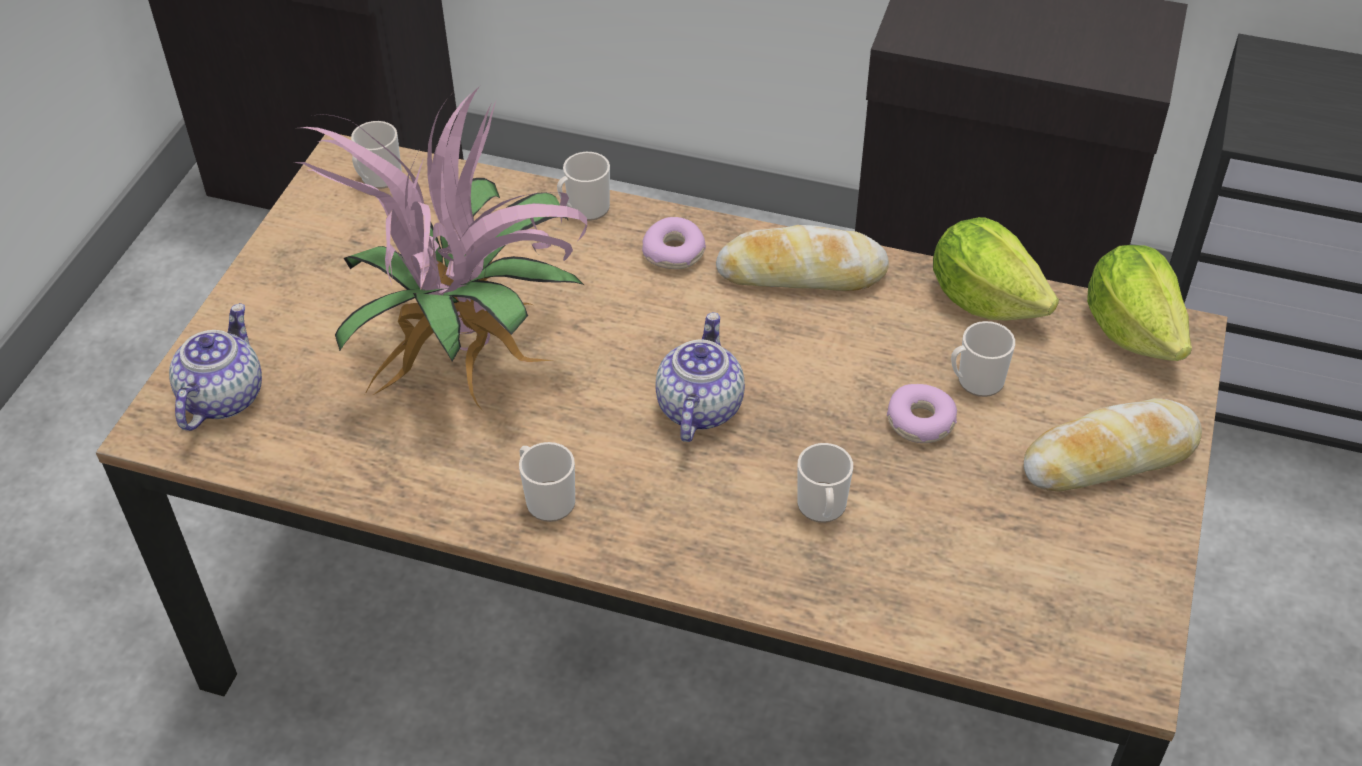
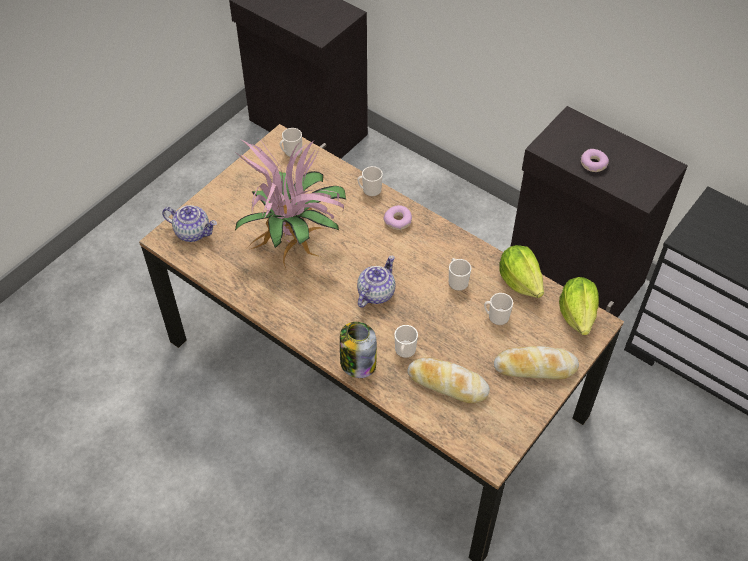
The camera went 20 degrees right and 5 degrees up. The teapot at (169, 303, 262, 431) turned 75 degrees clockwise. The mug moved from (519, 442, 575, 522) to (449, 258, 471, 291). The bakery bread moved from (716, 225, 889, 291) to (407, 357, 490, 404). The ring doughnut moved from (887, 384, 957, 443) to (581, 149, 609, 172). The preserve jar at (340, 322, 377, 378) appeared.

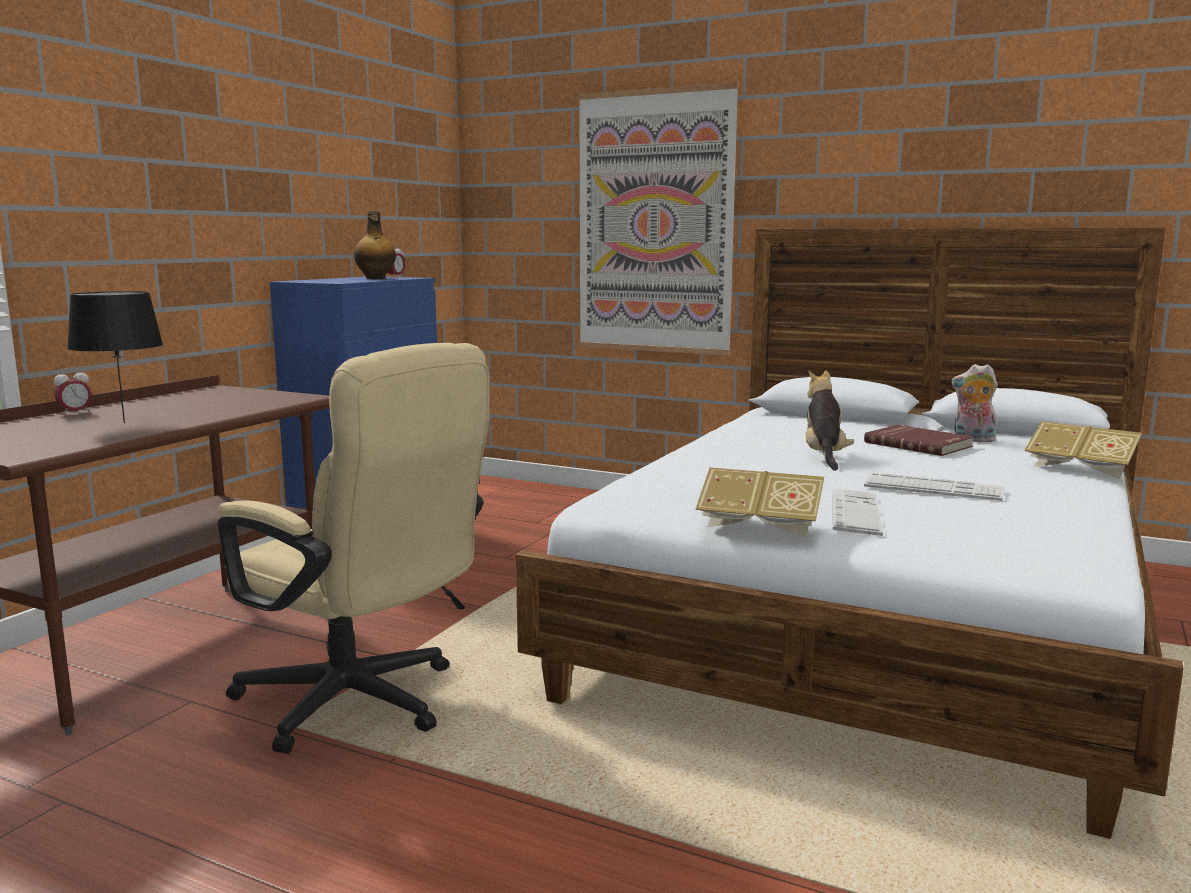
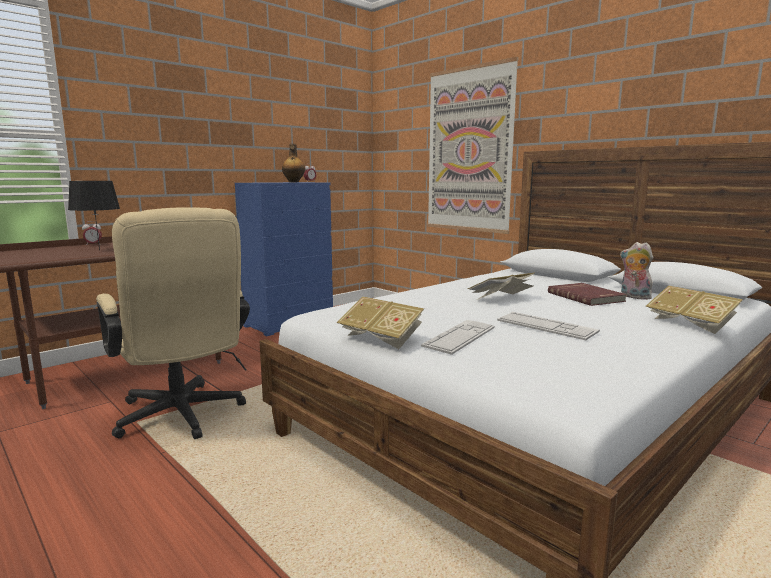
The camera went 20 degrees right and 0 degrees up. The soft toy at (805, 370, 854, 470) was replaced by the volume at (467, 273, 534, 300).

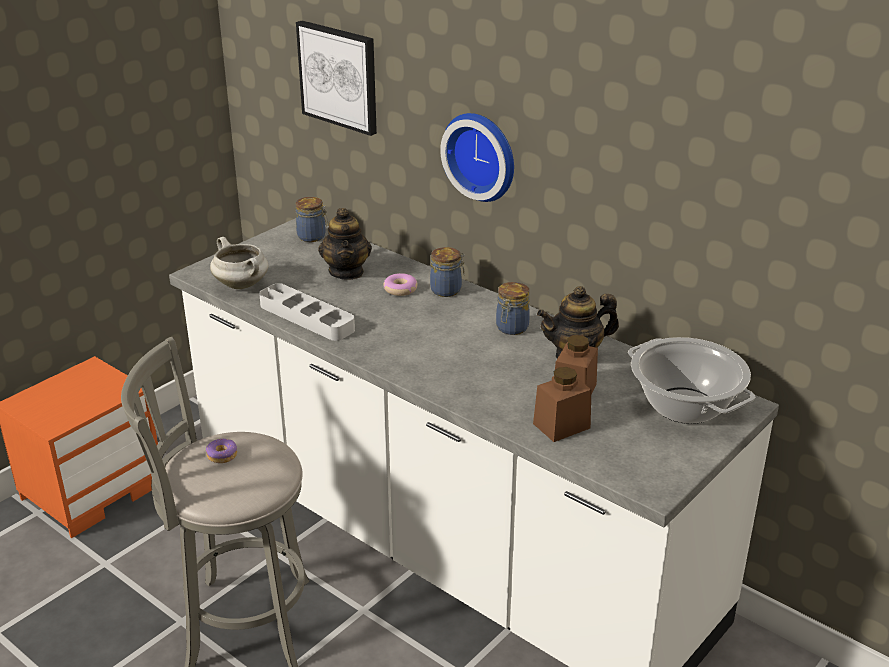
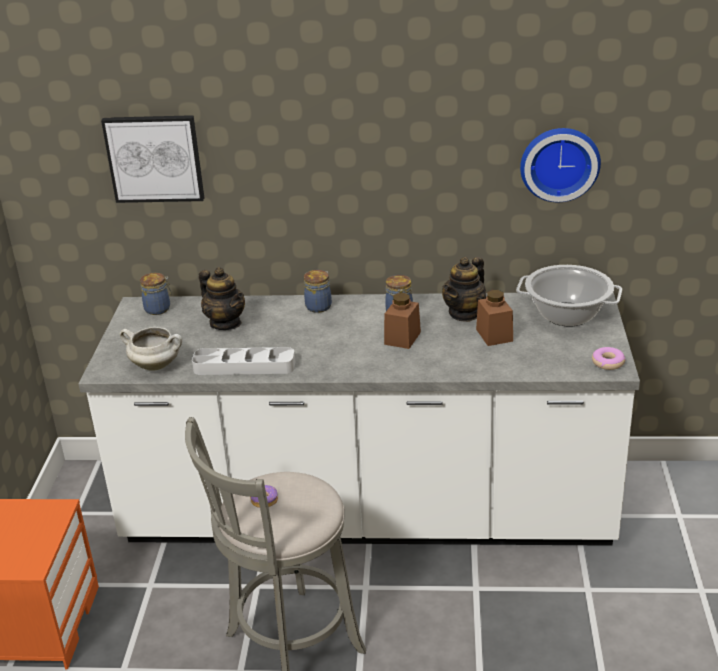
The camera went 35 degrees left and 0 degrees up. The ring doughnut moved from (383, 273, 418, 296) to (592, 347, 626, 370). The clock on the wall moved from (440, 113, 514, 202) to (520, 128, 601, 202). The brown-coloured preserve jar moved from (533, 367, 591, 442) to (384, 293, 421, 349).

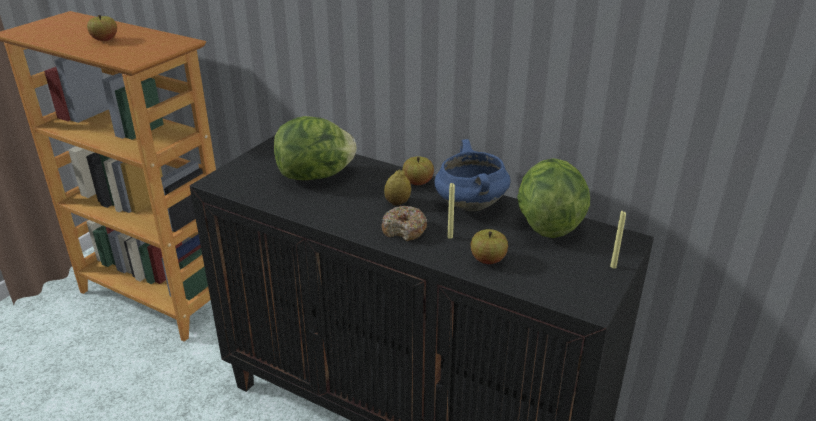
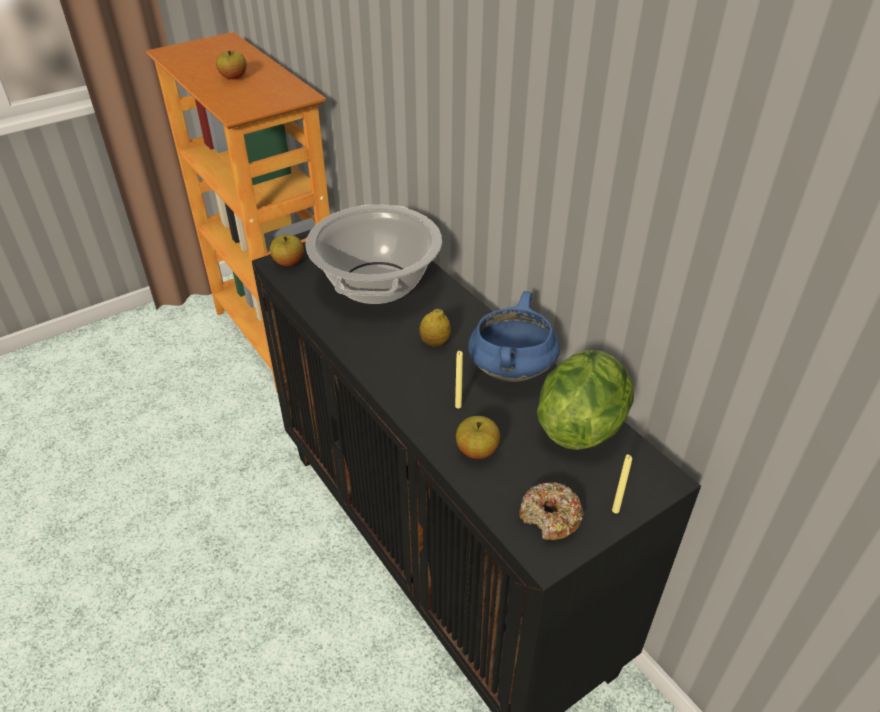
The camera went 25 degrees right and 10 degrees up. The lettuce head at (274, 116, 357, 180) was replaced by the cooking pot at (305, 205, 442, 305). The ring doughnut moved from (382, 206, 428, 241) to (519, 482, 584, 540). The apple fruit moved from (403, 156, 434, 185) to (270, 235, 304, 266).

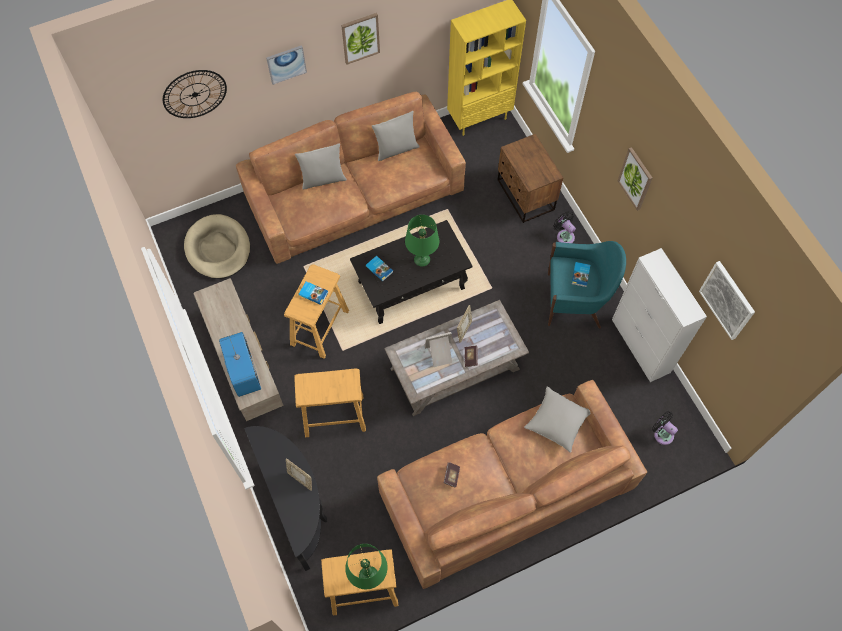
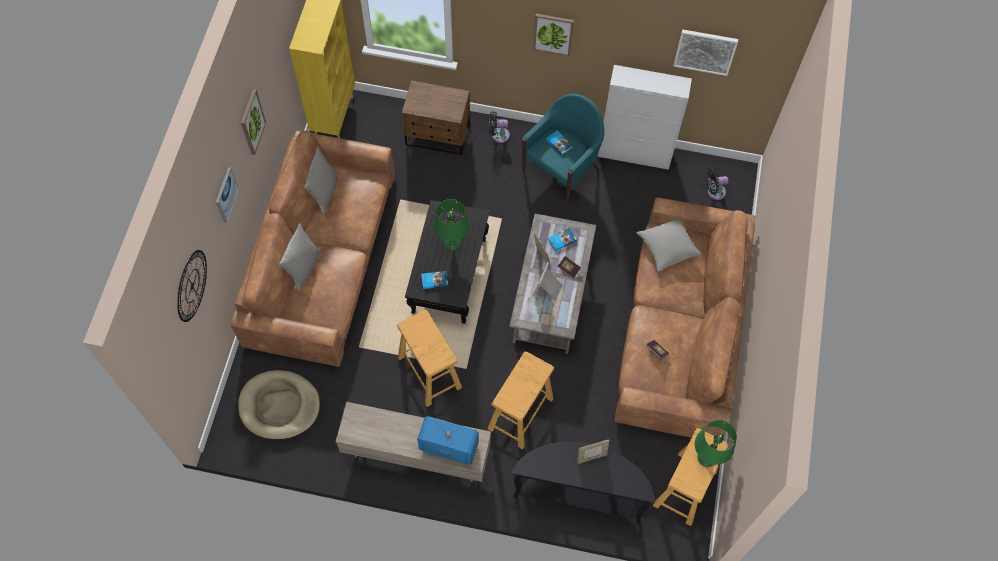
The camera went 55 degrees left and 0 degrees up. The volume moved from (299, 281, 329, 305) to (548, 228, 577, 251).

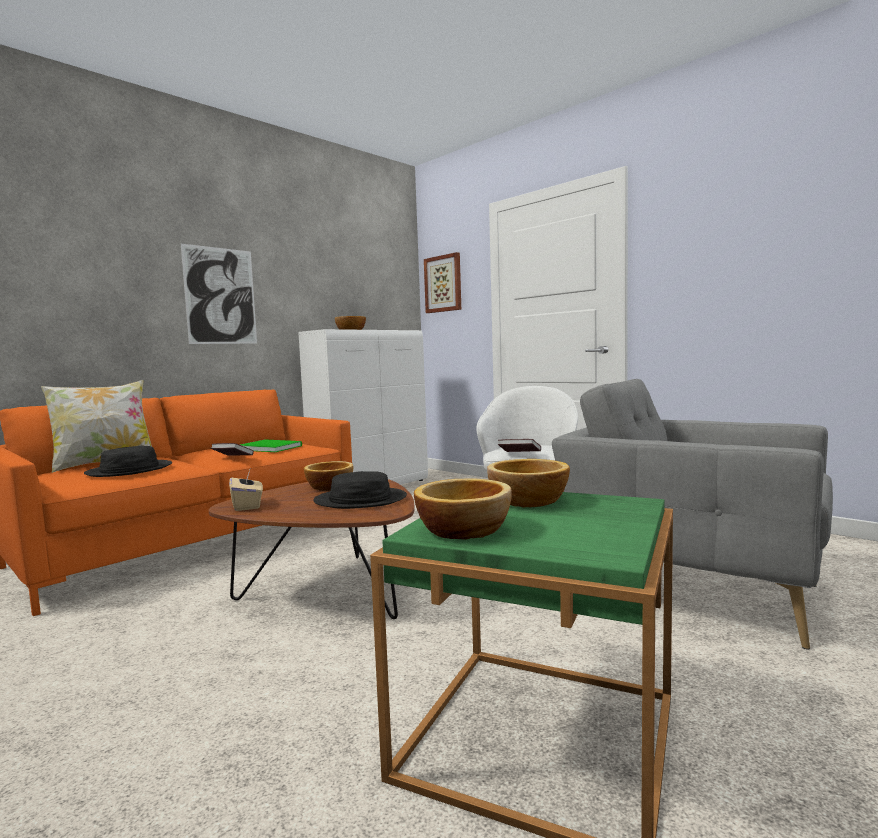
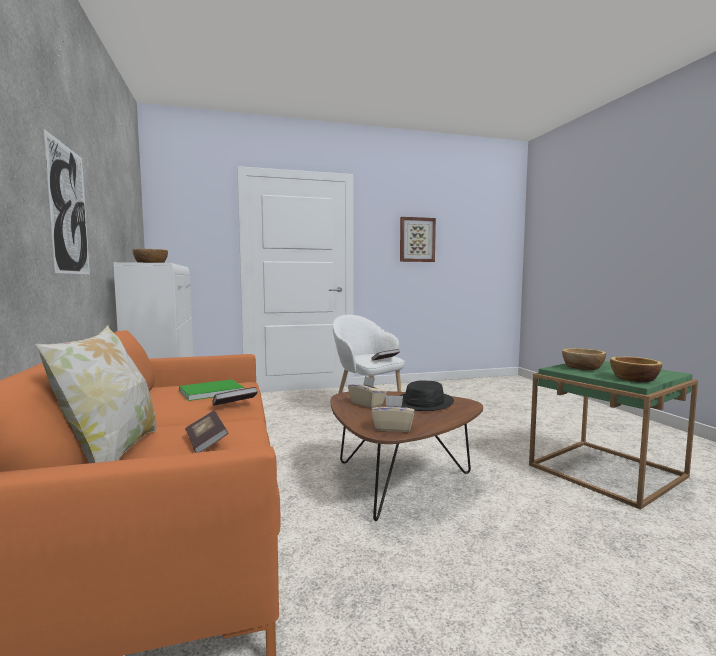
The camera went 60 degrees left and 0 degrees up. The black hat at (84, 446, 172, 477) was replaced by the volume at (185, 410, 228, 453). The deep dish at (304, 461, 353, 491) was replaced by the sand-coloured box of tissues at (348, 376, 387, 408). The picture moved from (424, 252, 461, 313) to (400, 217, 436, 262). The gray armchair at (552, 379, 833, 649) disappeared.

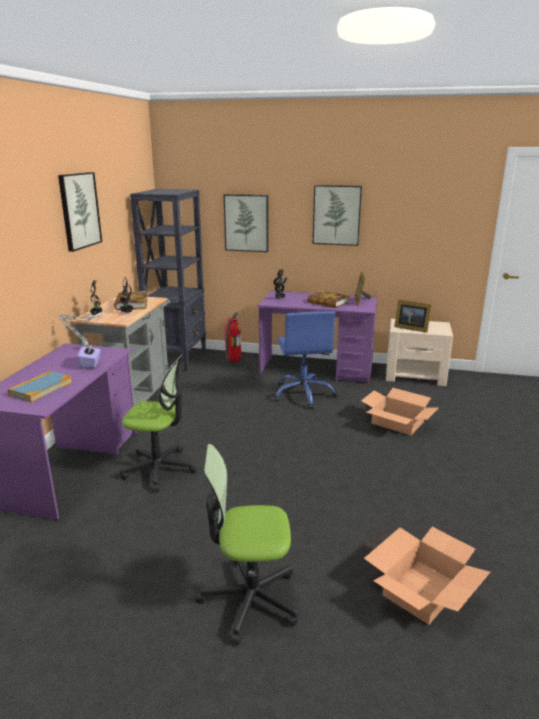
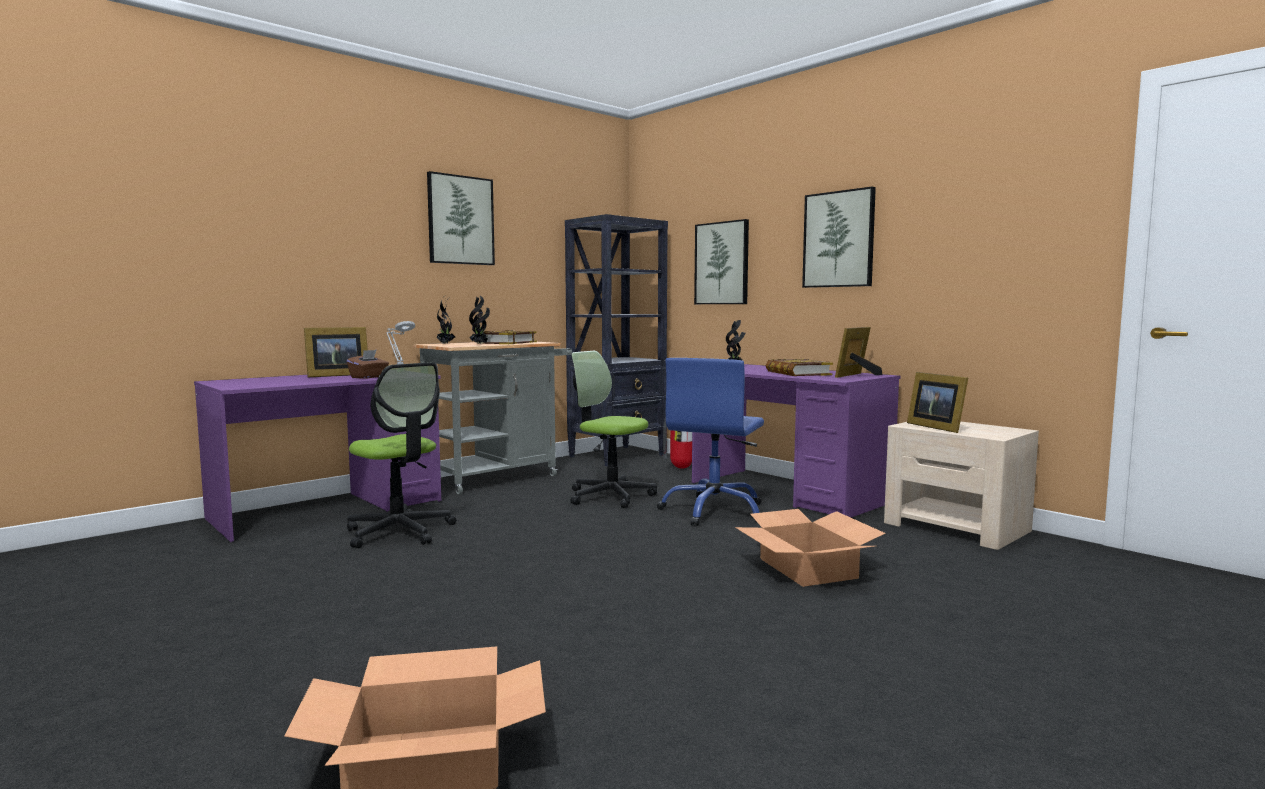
The camera went 35 degrees right and 15 degrees down. The volume at (8, 371, 72, 402) disappeared. The purple-coloured box of tissues at (77, 344, 100, 369) became the brown-coloured box of tissues at (347, 350, 389, 379). The computer chair moved from (196, 444, 298, 645) to (570, 351, 657, 508). The picture frame at (304, 327, 368, 377) appeared.

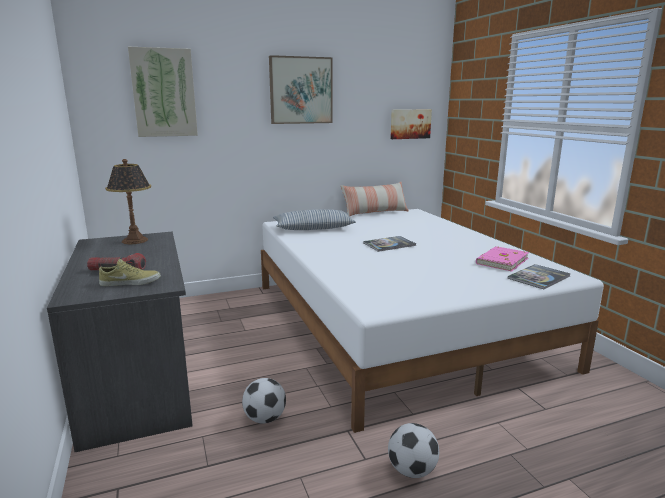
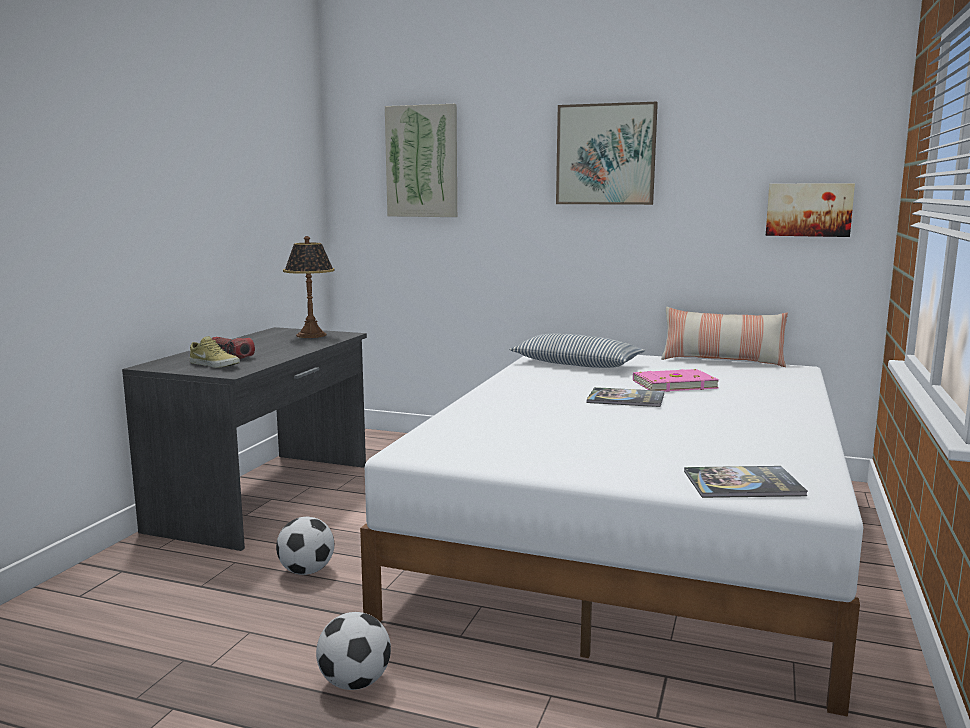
The camera went 40 degrees right and 5 degrees down. The pinkish volume moved from (476, 246, 529, 272) to (633, 369, 719, 392).

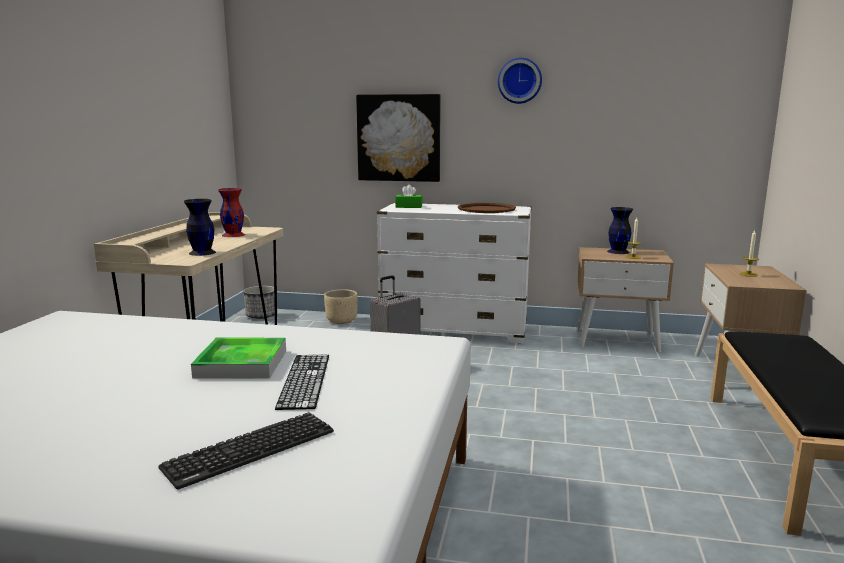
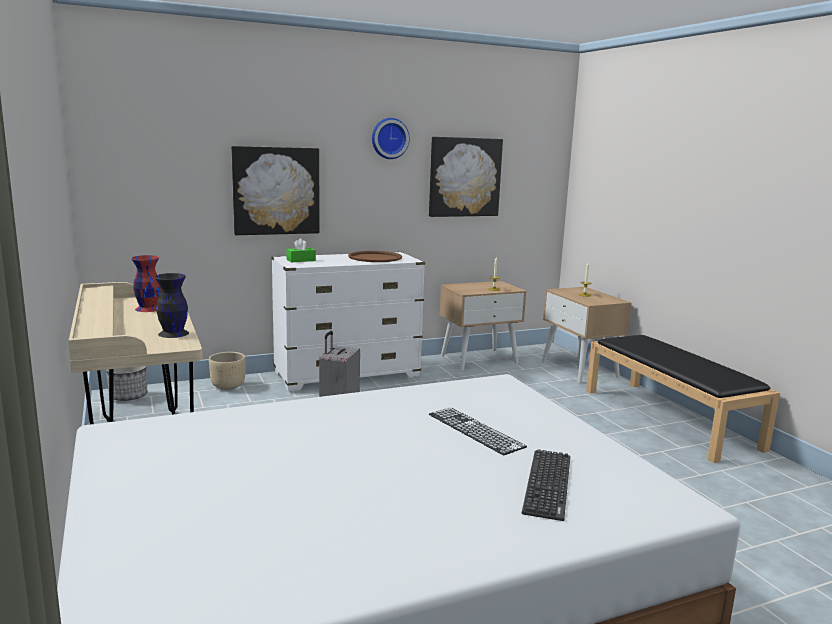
The camera went 35 degrees left and 0 degrees up. The tray at (191, 338, 286, 379) disappeared. The black vase at (607, 207, 633, 254) disappeared. The picture at (429, 137, 503, 217) appeared.

